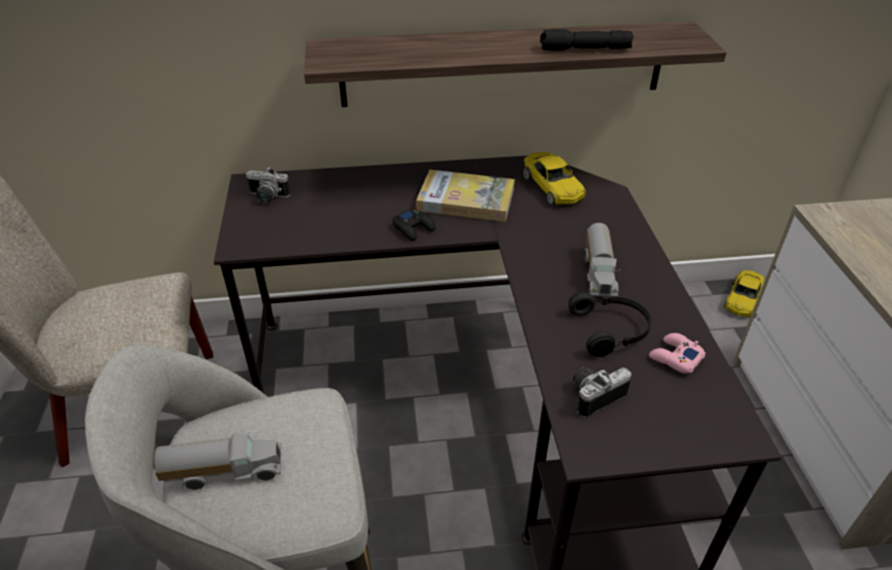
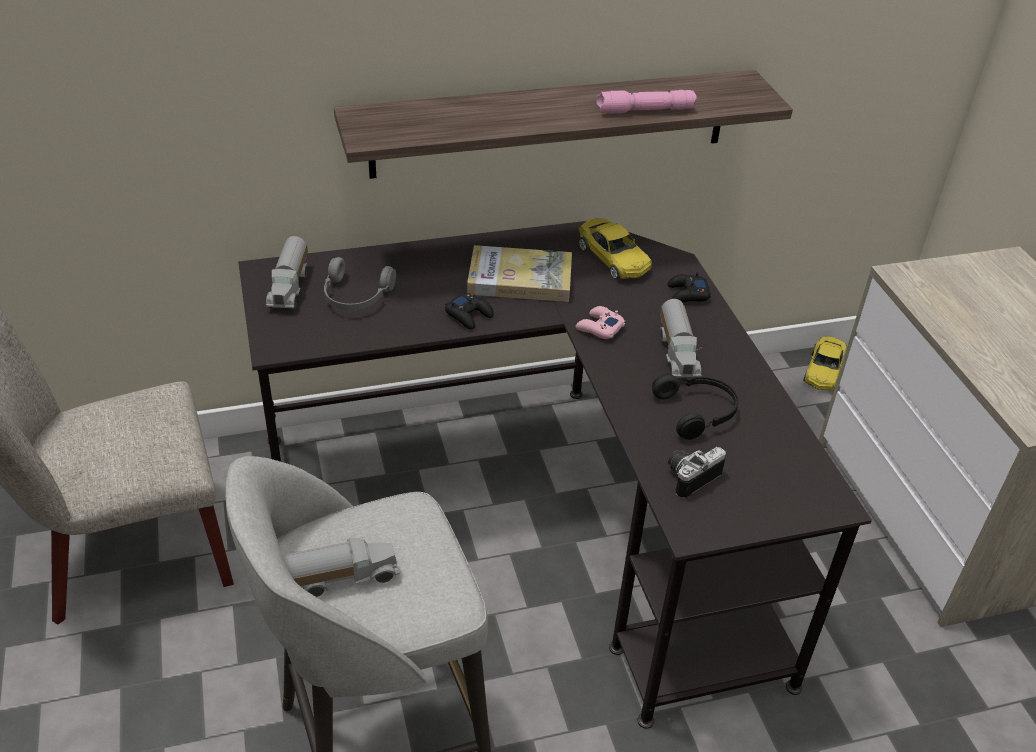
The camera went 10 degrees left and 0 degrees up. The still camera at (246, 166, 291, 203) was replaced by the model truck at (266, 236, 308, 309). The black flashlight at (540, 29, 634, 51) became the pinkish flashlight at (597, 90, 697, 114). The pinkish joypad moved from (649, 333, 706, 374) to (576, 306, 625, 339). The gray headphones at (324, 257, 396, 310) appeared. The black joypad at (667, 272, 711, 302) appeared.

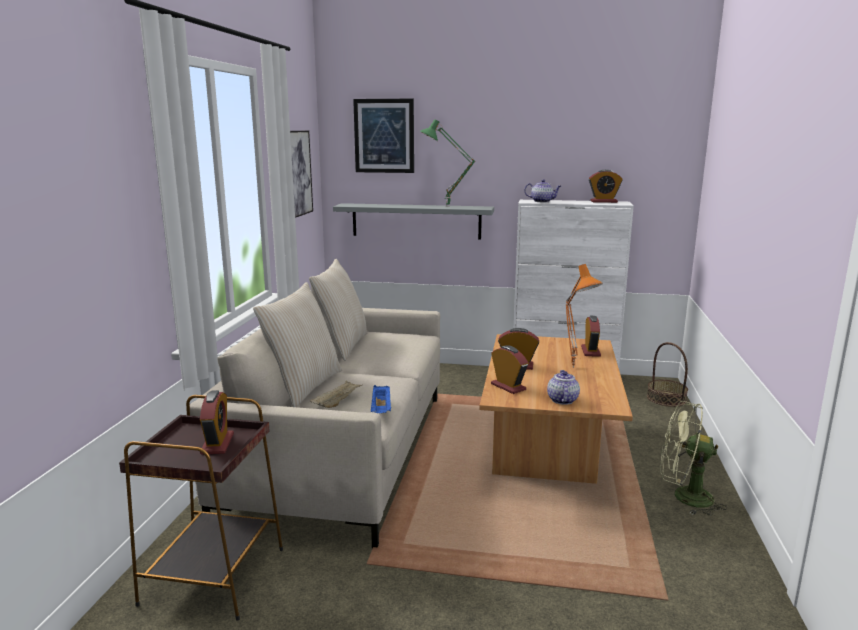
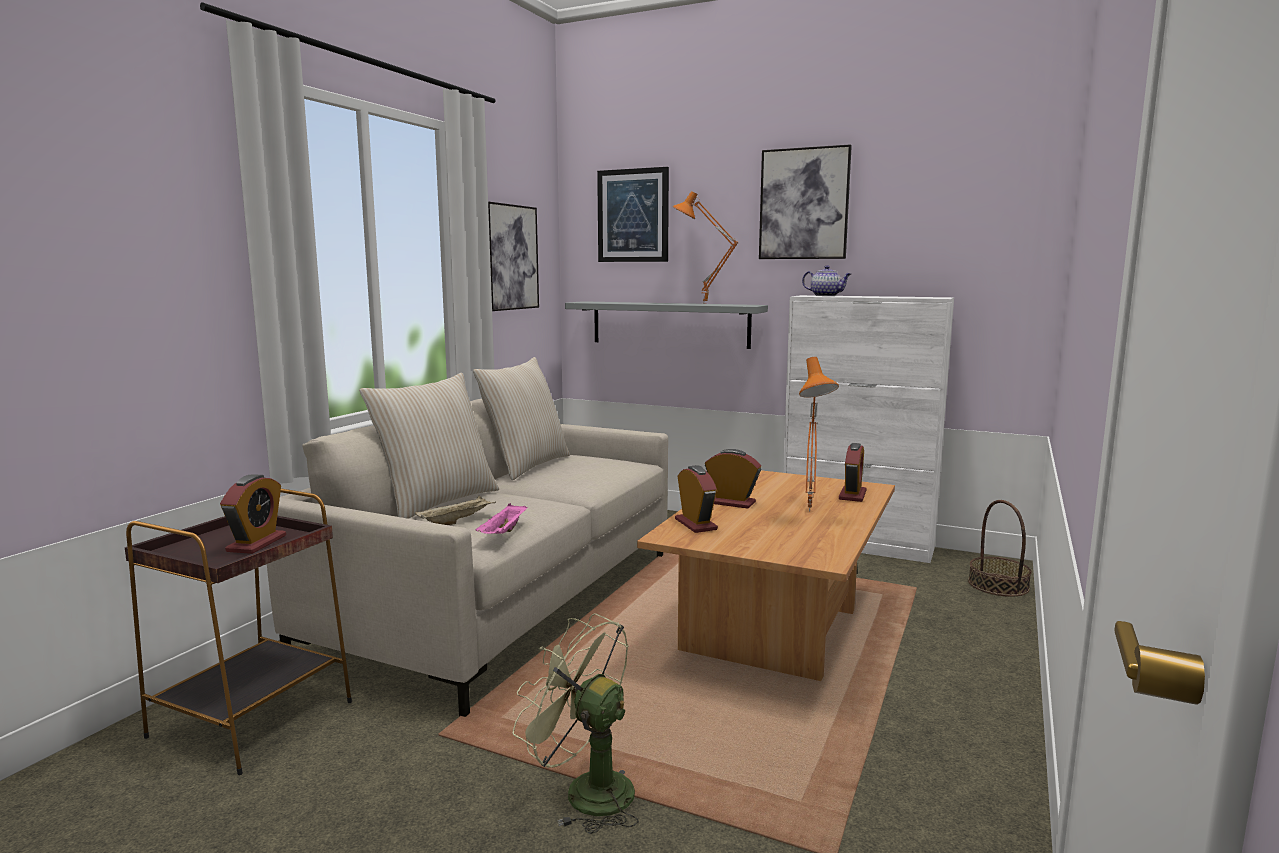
The camera went 15 degrees right and 5 degrees down. The blue tray at (371, 385, 391, 413) became the pinkish tray at (475, 503, 527, 534). The greenish tabletop lamp at (420, 119, 476, 207) became the orangey tabletop lamp at (673, 191, 738, 304). The teapot at (547, 370, 580, 405) disappeared. The table clock at (589, 170, 623, 203) disappeared. The greenish electric fan moved from (660, 401, 727, 516) to (513, 613, 639, 834). The picture at (759, 144, 852, 259) appeared.

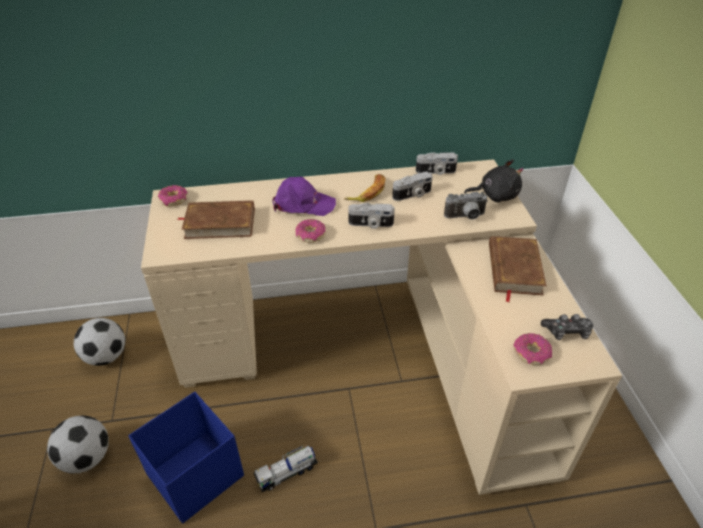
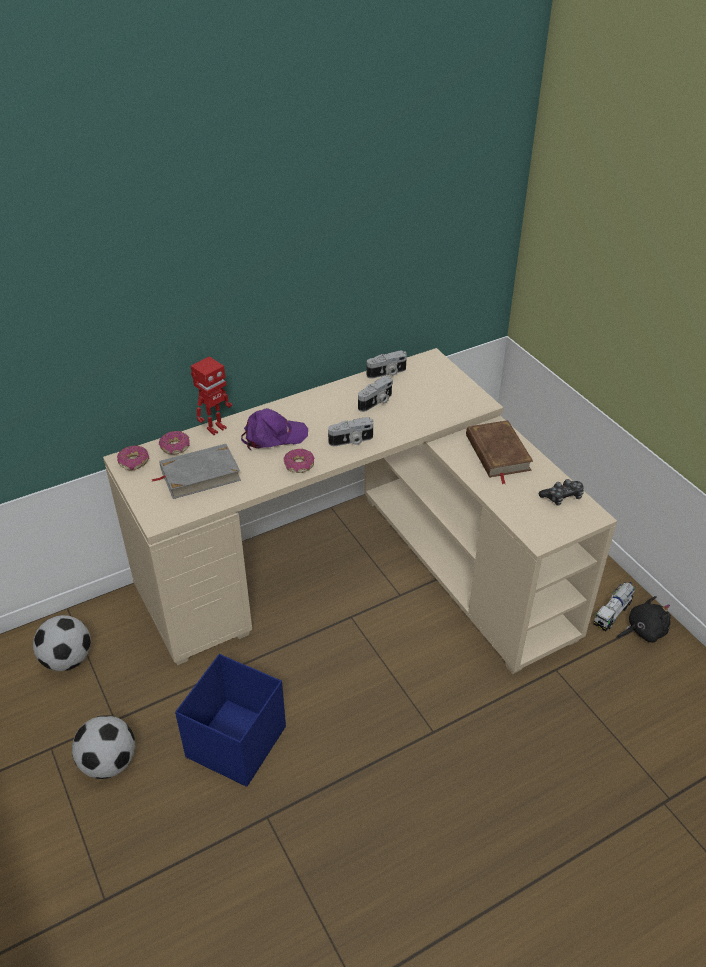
The camera went 20 degrees left and 0 degrees up. The brown-coloured volume at (177, 200, 255, 239) became the gray volume at (151, 444, 241, 499). The model truck moved from (254, 446, 318, 492) to (593, 582, 635, 631). The banana at (344, 174, 386, 202) disappeared. The still camera at (444, 192, 488, 220) disappeared. The black soft toy moved from (464, 160, 524, 202) to (617, 596, 671, 643). The ring doughnut moved from (514, 333, 552, 365) to (159, 431, 190, 454). The model robot at (191, 356, 233, 435) appeared.

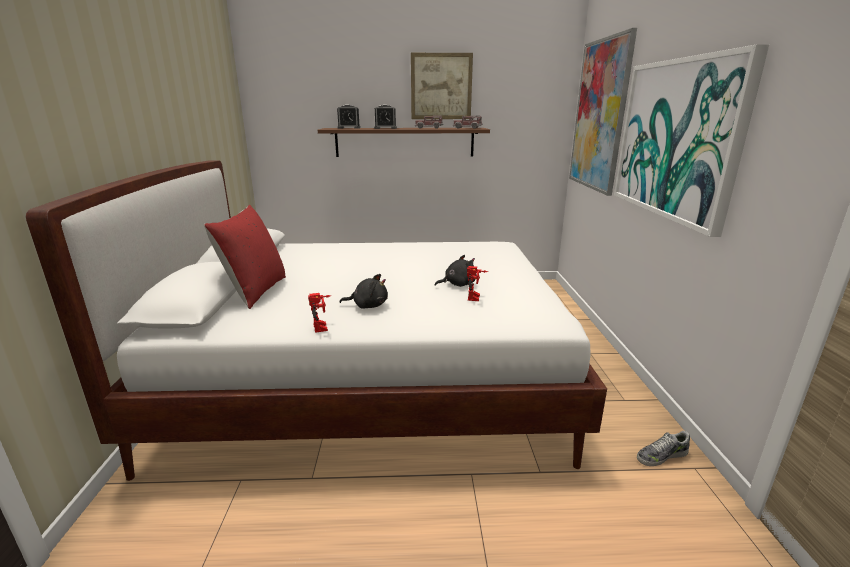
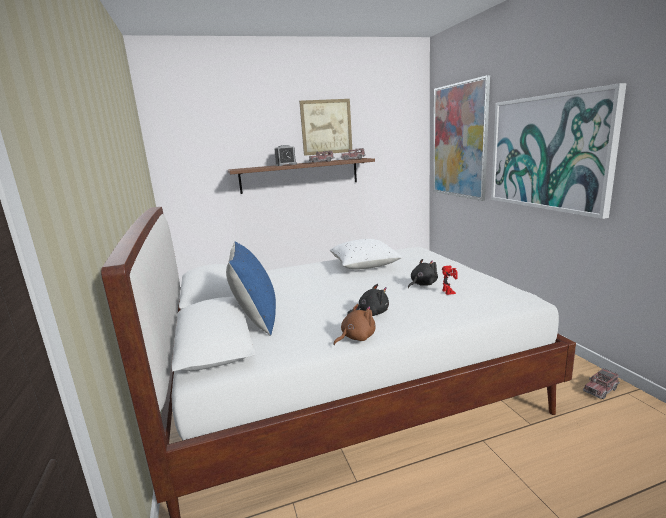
The camera went 15 degrees left and 5 degrees down. The red pillow at (204, 205, 286, 309) became the blue pillow at (226, 241, 276, 336). The model robot at (308, 293, 331, 333) was replaced by the brown-coloured soft toy at (333, 304, 375, 345). The table clock at (337, 105, 360, 129) disappeared. The shoe at (637, 431, 690, 466) was replaced by the model truck at (583, 368, 620, 399). The white pillow at (330, 239, 402, 270) appeared.

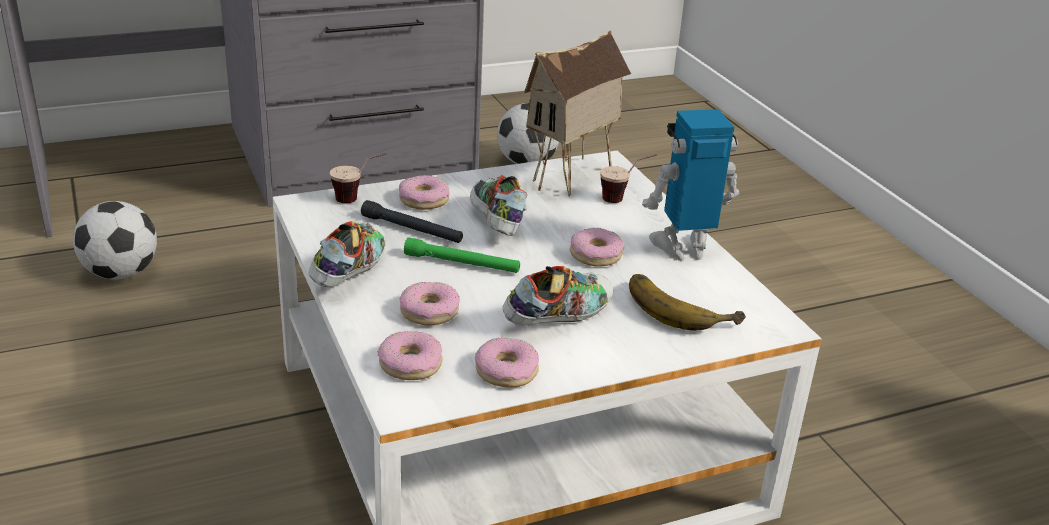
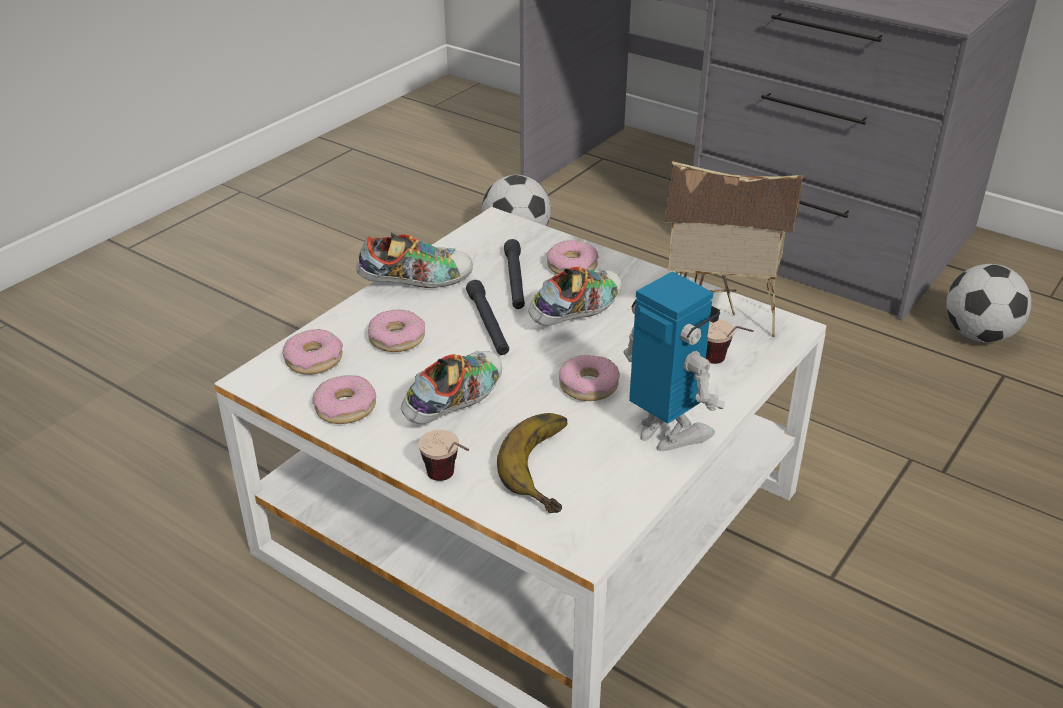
The camera went 60 degrees right and 5 degrees up. The cup moved from (330, 153, 386, 203) to (418, 430, 469, 481). The greenish flashlight at (404, 238, 520, 273) became the black flashlight at (466, 280, 509, 355). The shoe at (503, 266, 613, 326) turned 75 degrees counterclockwise.

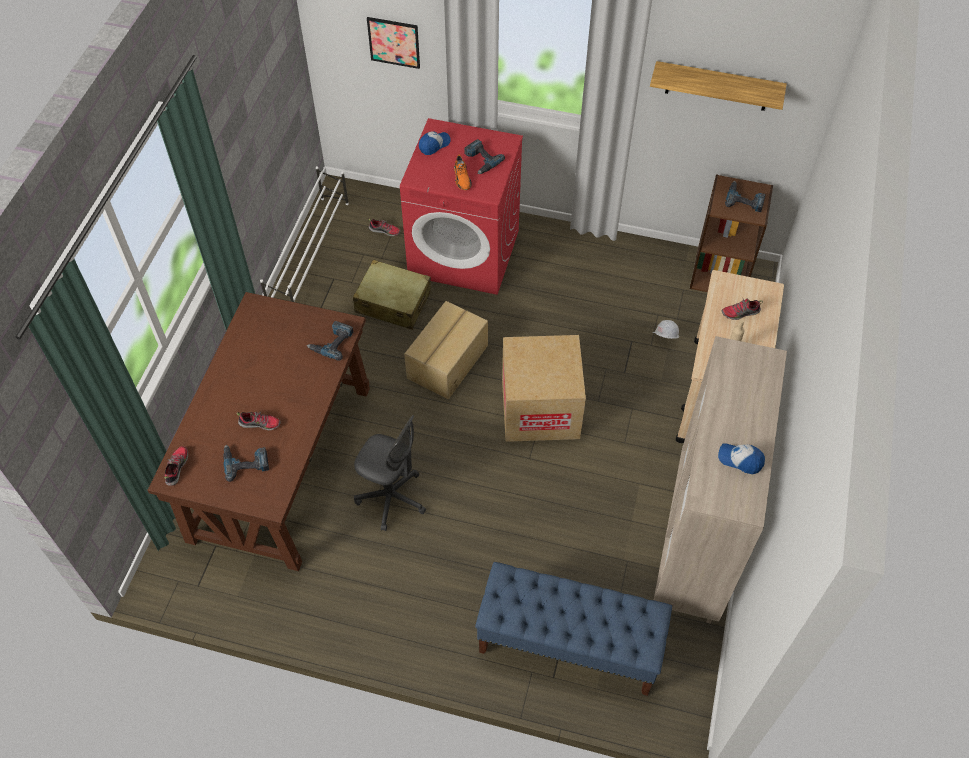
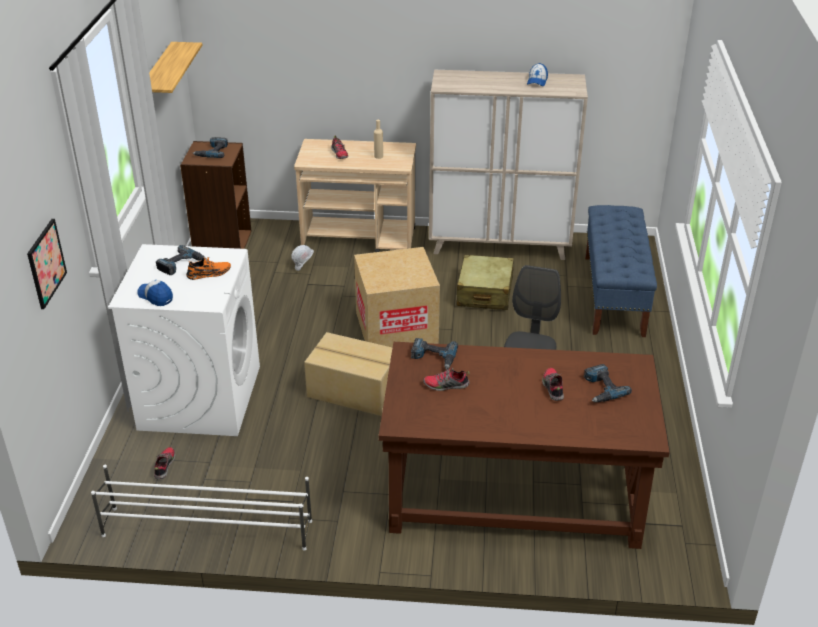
The camera went 100 degrees left and 20 degrees down. The shoe moved from (164, 446, 188, 486) to (423, 366, 470, 391). The sand-coloured travel case moved from (353, 259, 431, 330) to (457, 255, 514, 310). The red laundry machine at (400, 118, 523, 295) became the white laundry machine at (108, 244, 260, 436).

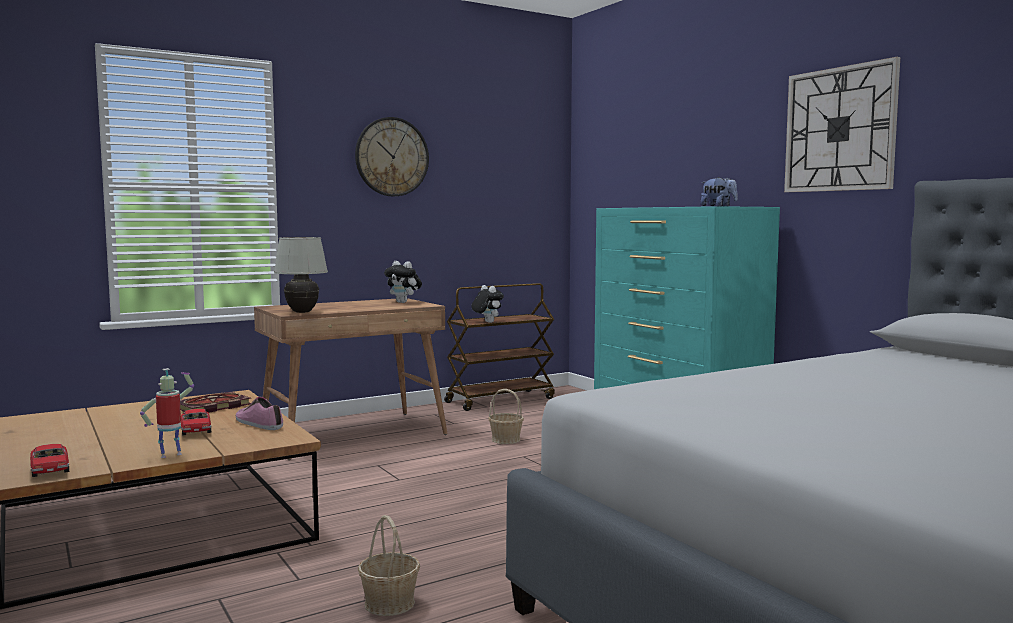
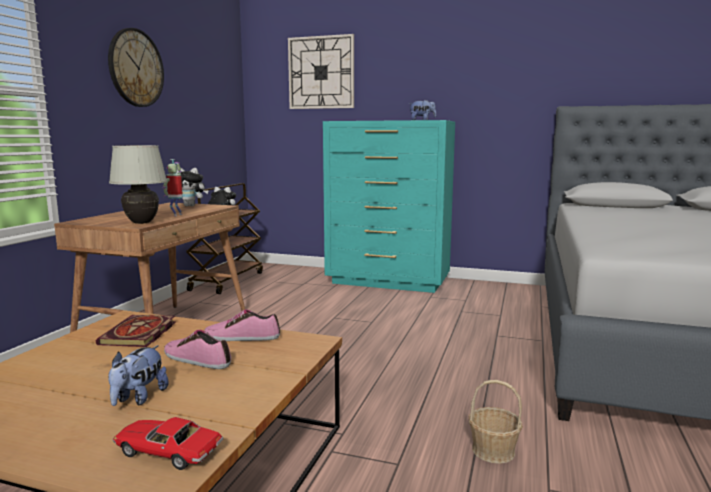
The camera went 40 degrees left and 5 degrees up. The model robot moved from (140, 368, 194, 458) to (163, 159, 183, 216). The model car at (181, 409, 211, 435) was replaced by the shoe at (164, 330, 231, 369). The household basket at (488, 389, 524, 444) disappeared. The clock on the wall moved from (784, 57, 900, 192) to (288, 34, 354, 109). The soft toy at (108, 345, 168, 406) appeared.

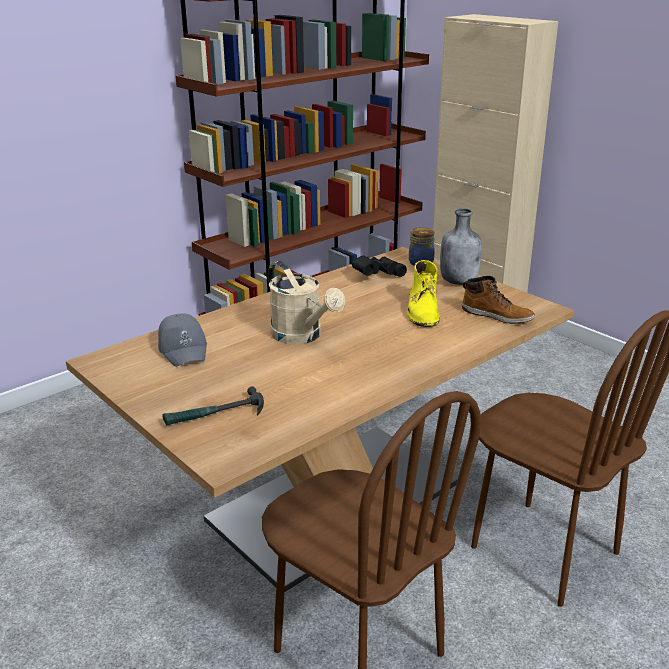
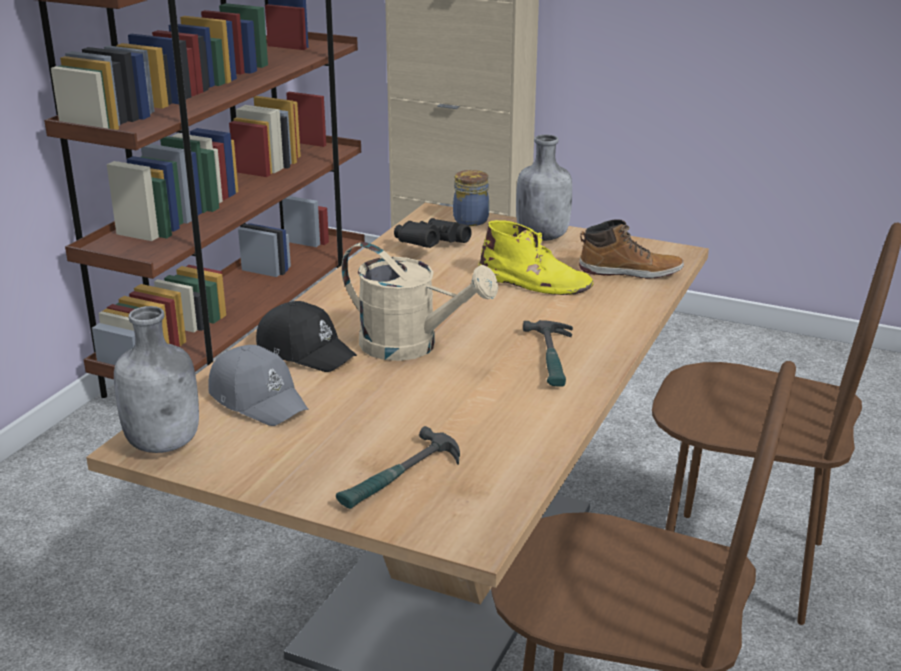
The camera went 25 degrees left and 0 degrees up. The yellow high-top boot at (407, 260, 440, 327) turned 45 degrees counterclockwise. The gray bottle at (114, 306, 199, 453) appeared. The black cap at (256, 301, 357, 372) appeared. The tool hammer at (523, 320, 573, 387) appeared.

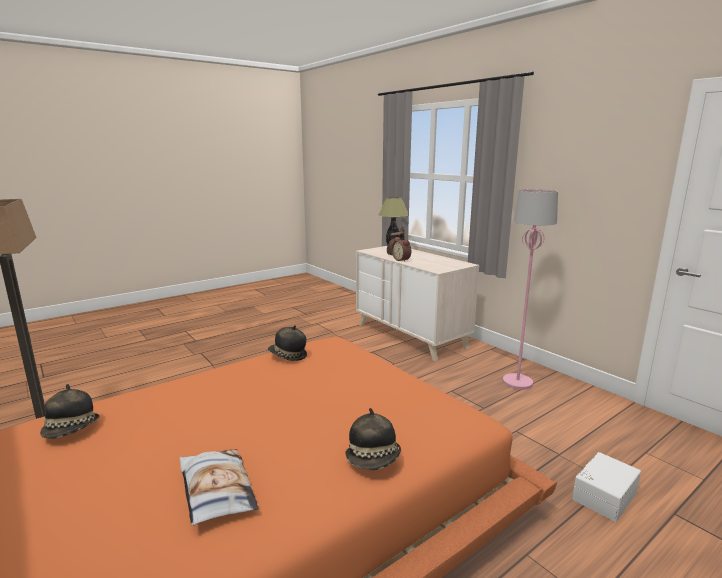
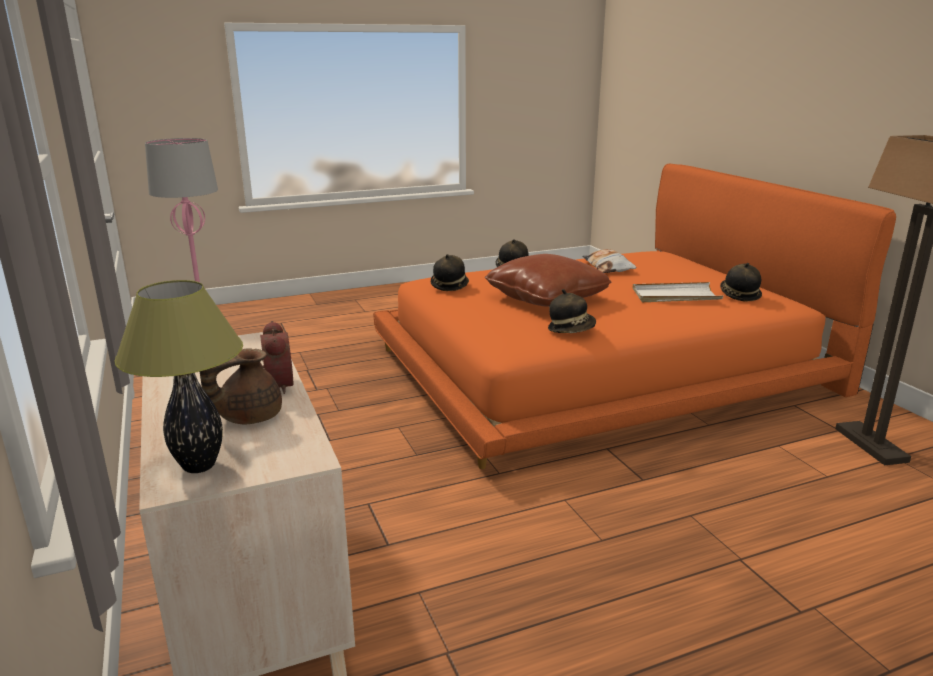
The camera went 165 degrees left and 5 degrees up. The white storage bin at (572, 452, 641, 522) disappeared. The hat at (431, 254, 469, 291) appeared. The brown-coloured pillow at (485, 254, 611, 307) appeared. The white tray at (633, 282, 723, 302) appeared.

